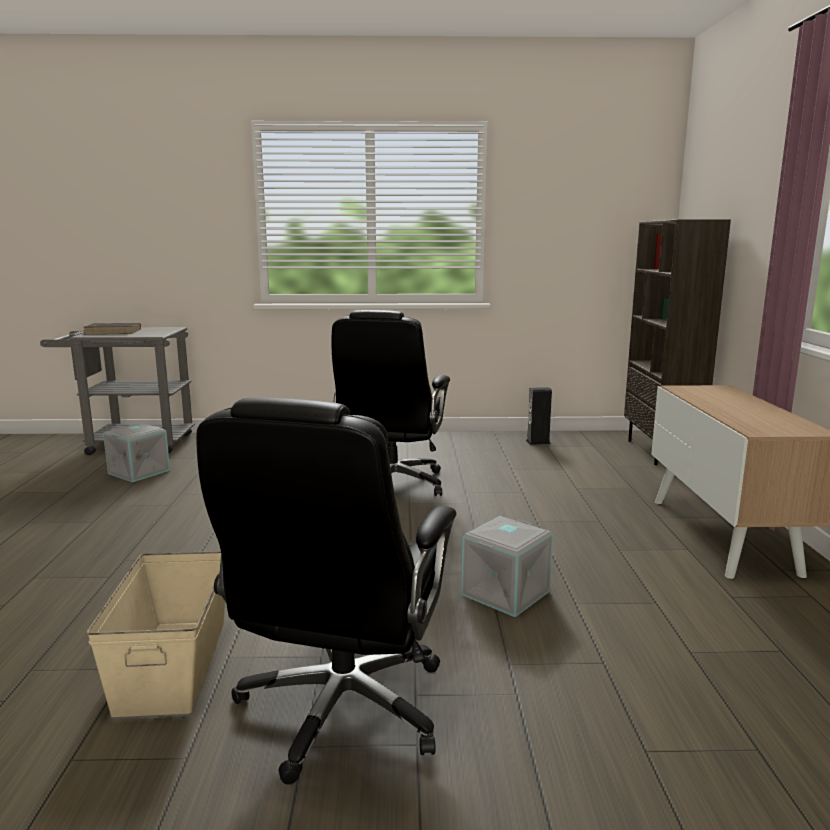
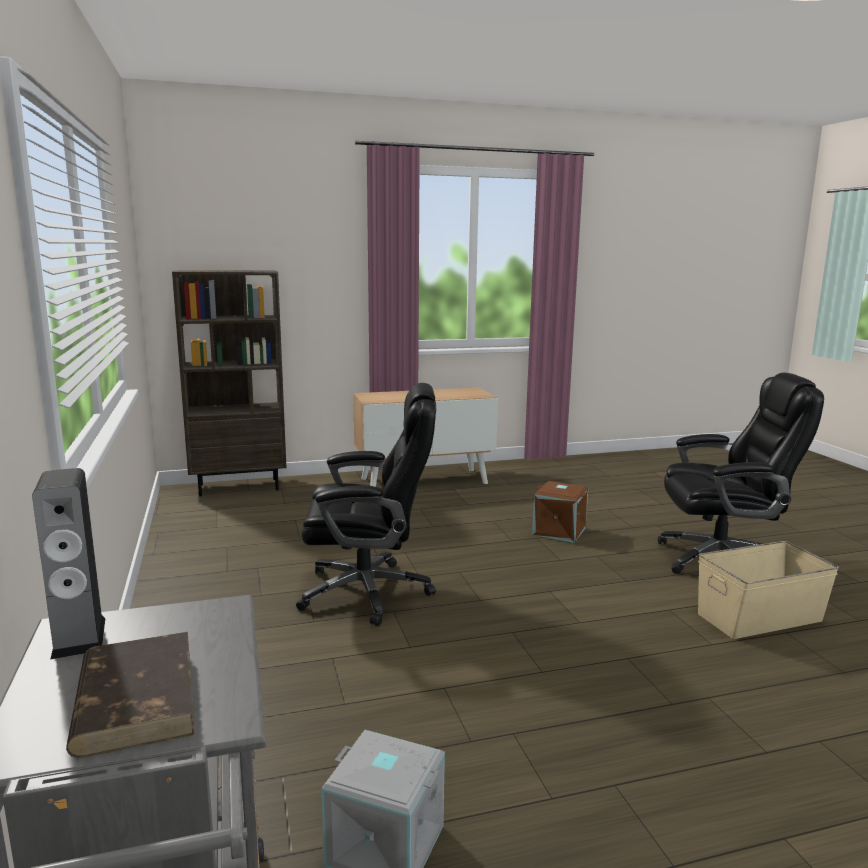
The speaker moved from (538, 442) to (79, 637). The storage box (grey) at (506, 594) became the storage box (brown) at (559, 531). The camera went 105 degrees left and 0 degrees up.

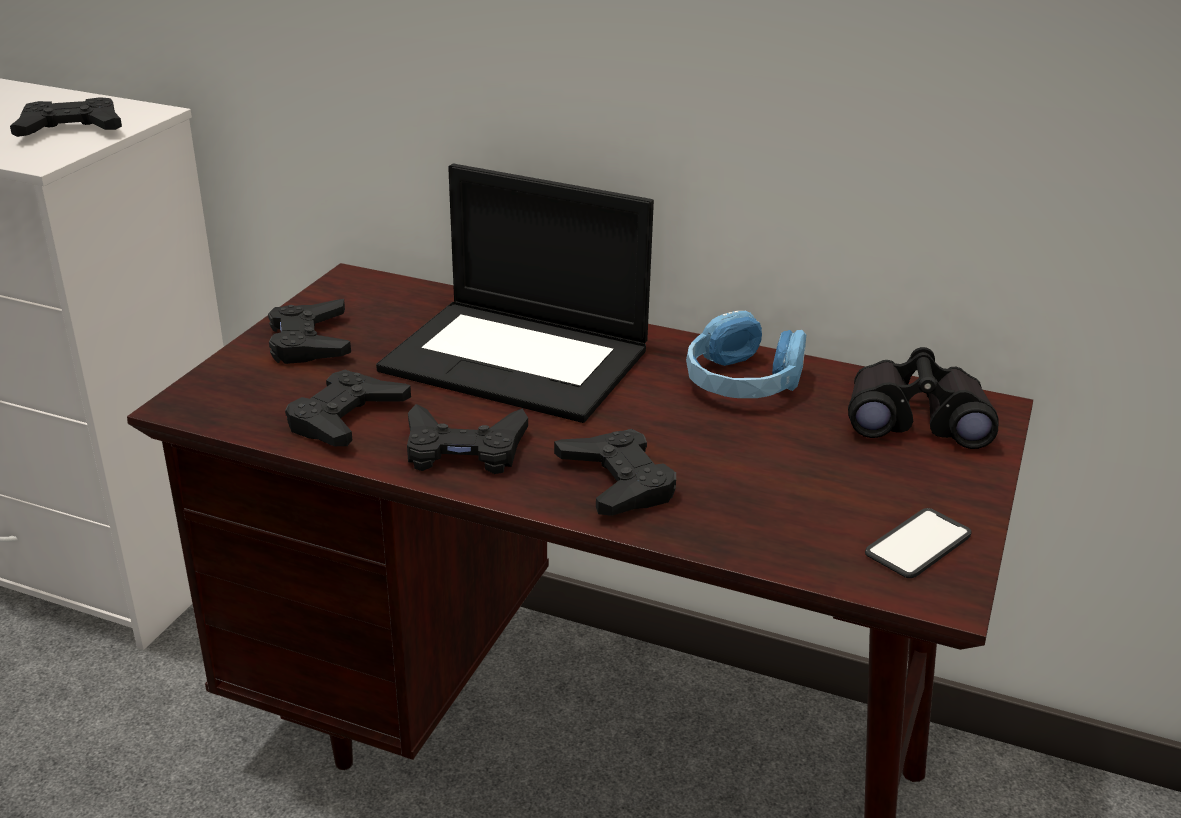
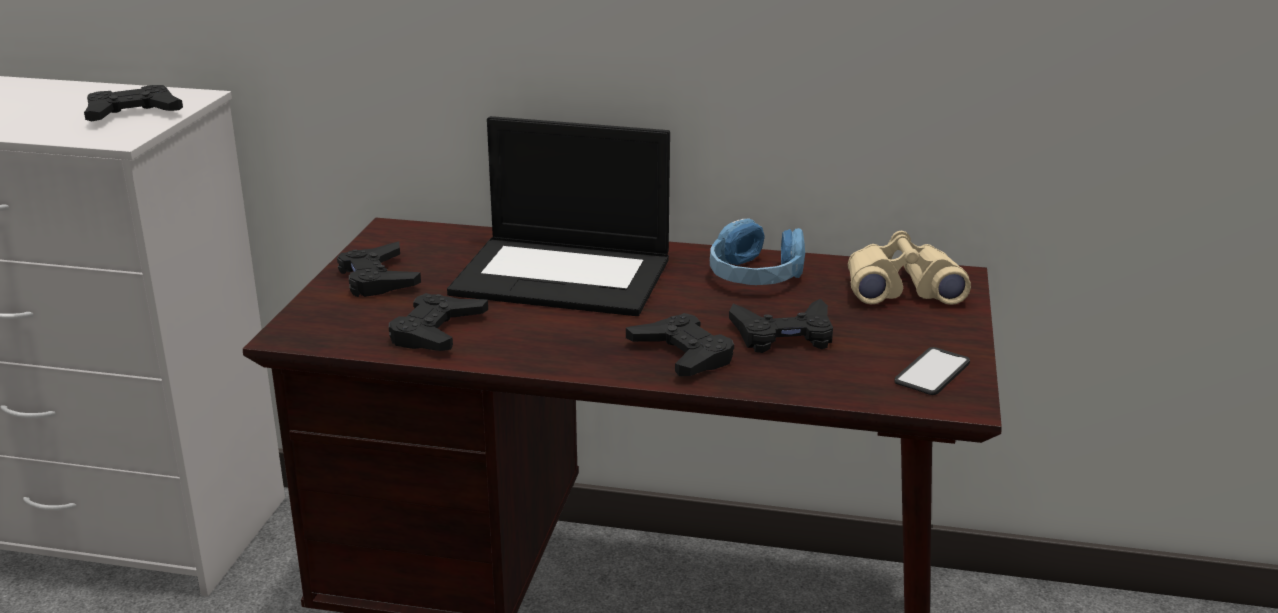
The binoculars (black) at (916, 419) became the binoculars (beige) at (902, 289). The game controller (black) moved from (464, 449) to (784, 335). The camera went 10 degrees left and 5 degrees down.

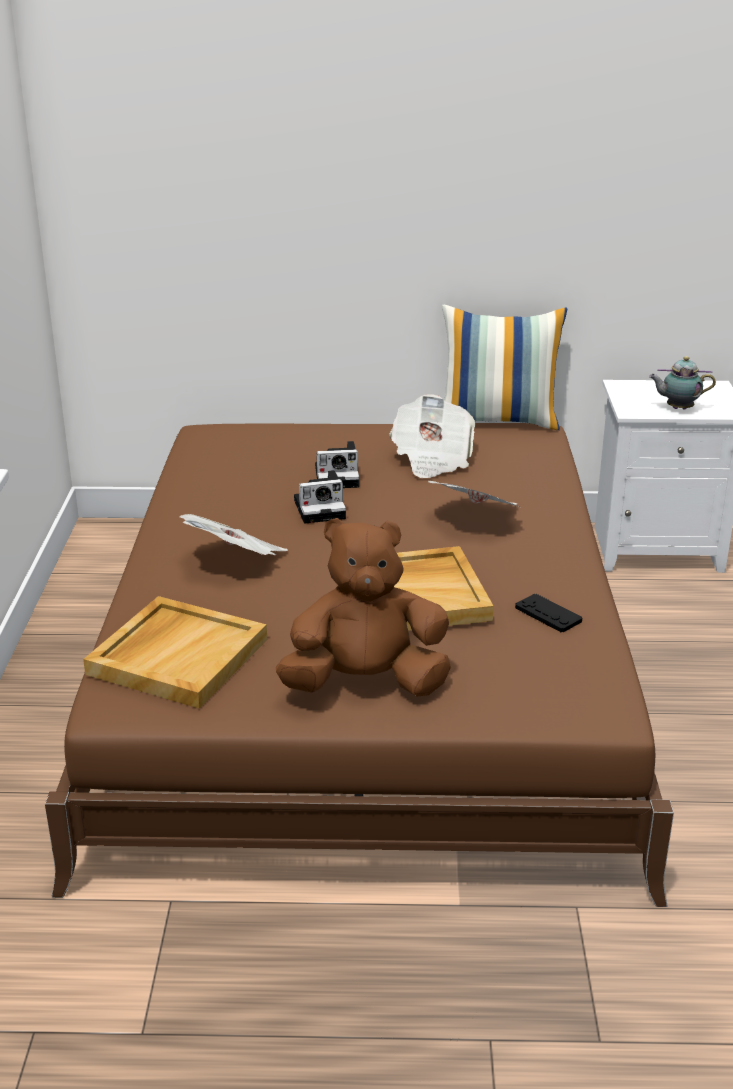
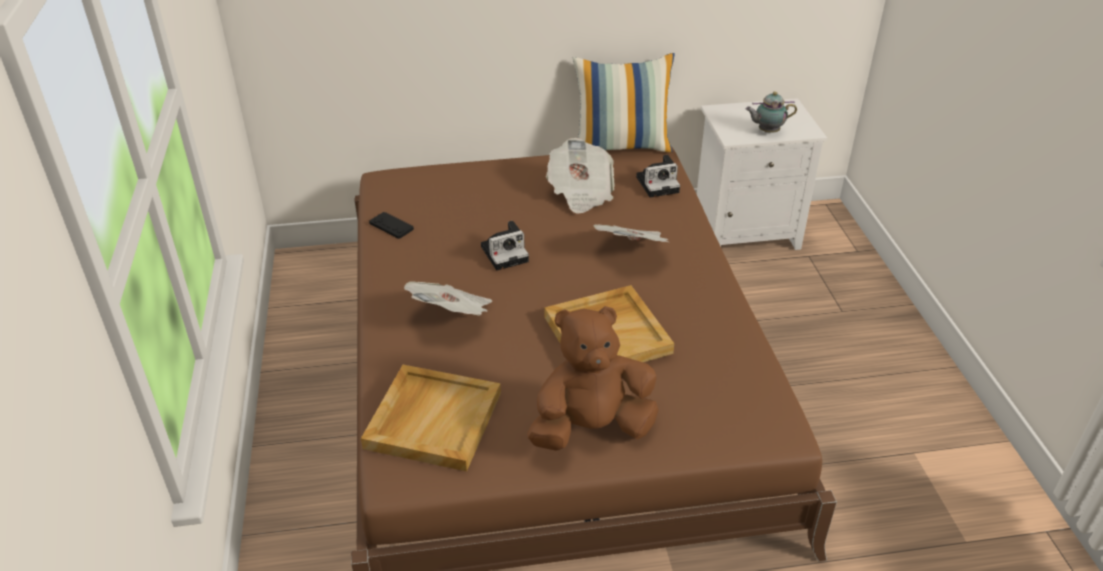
The photo camera moved from (339, 477) to (659, 184). The game controller (black) moved from (548, 614) to (391, 226). The camera went 10 degrees left and 10 degrees up.

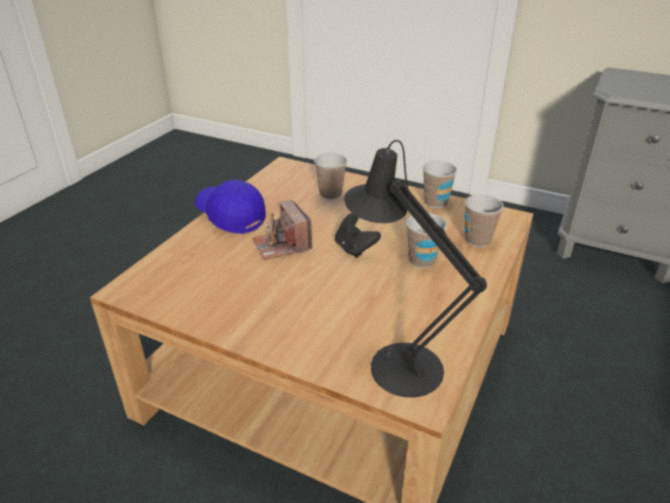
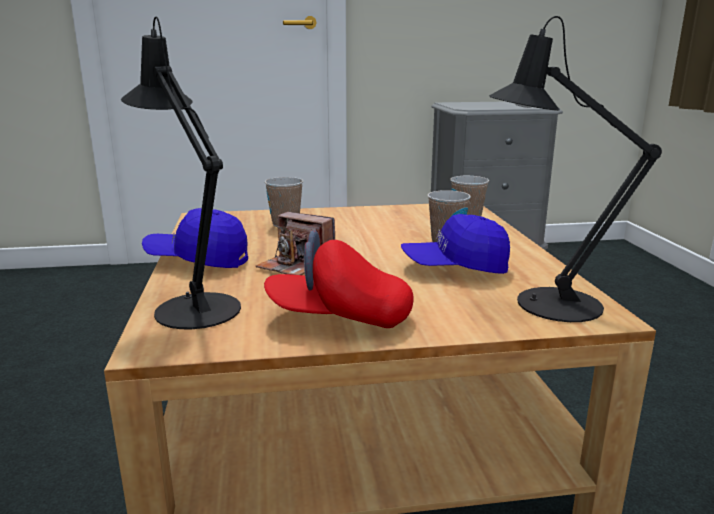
The cup at (435, 202) disappeared. The game controller (black) at (354, 248) disappeared. The table lamp (black) at (193, 306) appeared. The cap (blue) at (455, 268) appeared. The cap (red) at (339, 317) appeared. The camera went 35 degrees left and 15 degrees down.

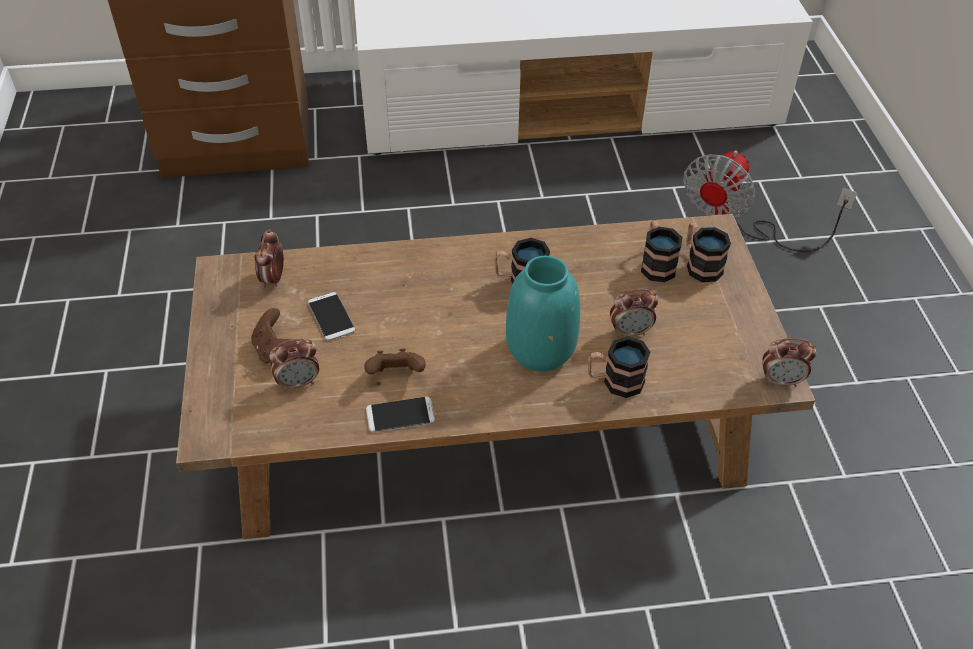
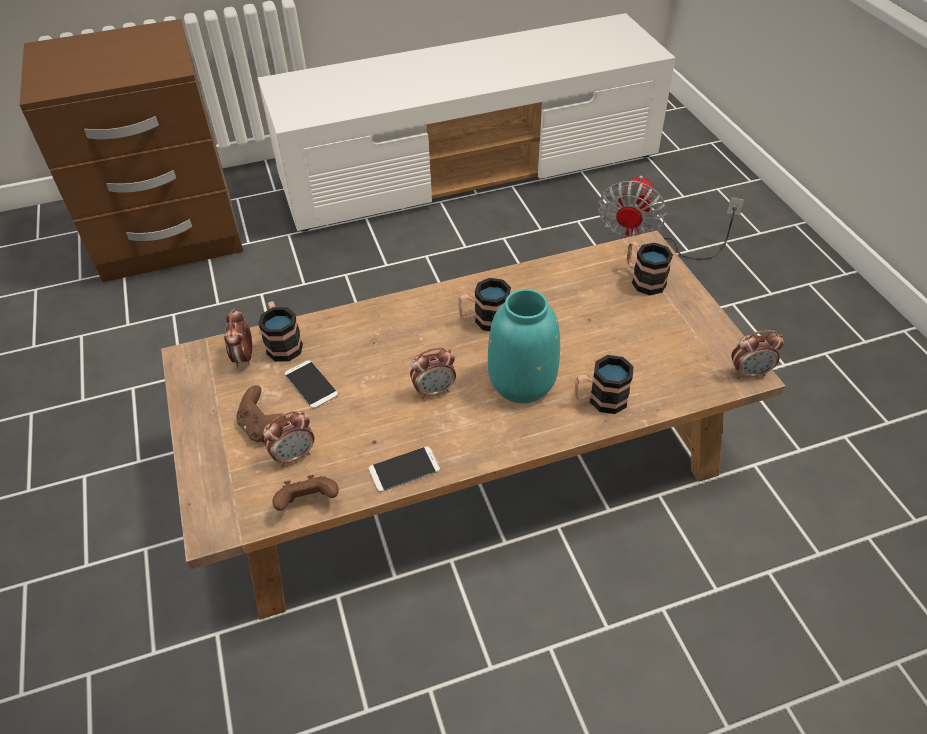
The mug moved from (656, 263) to (282, 343). The alarm clock moved from (630, 332) to (434, 391). The game controller (brown) moved from (396, 375) to (308, 503). The camera went 10 degrees left and 0 degrees up.

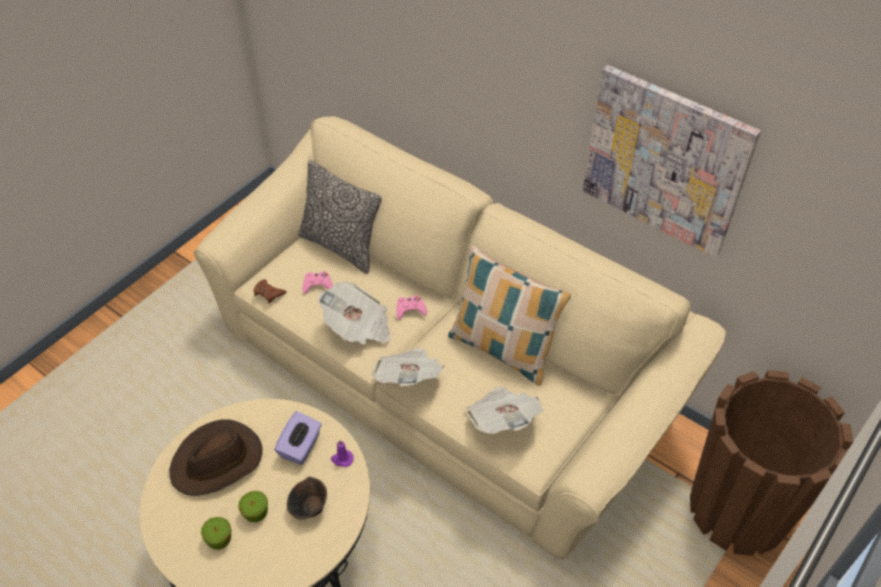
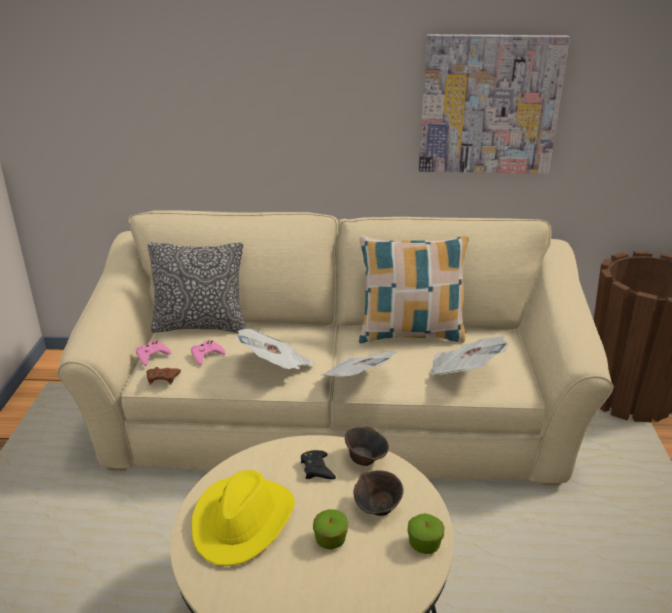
The game controller (pink) moved from (410, 309) to (152, 355). The tissue box (purple) at (301, 447) was replaced by the game controller (black) at (317, 469). The hat (brown) at (217, 461) became the hat (yellow) at (243, 521). The candle (purple) at (342, 459) was replaced by the bowl (brown) at (365, 458). The apple moved from (219, 539) to (424, 545). The camera went 35 degrees left and 20 degrees down.

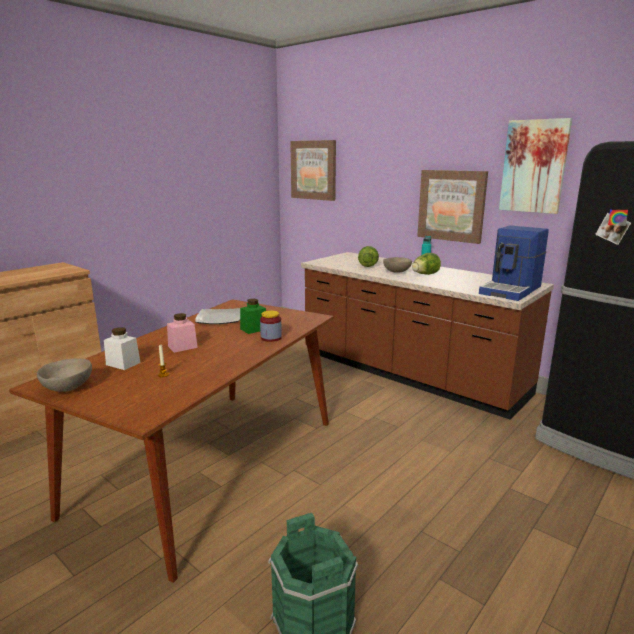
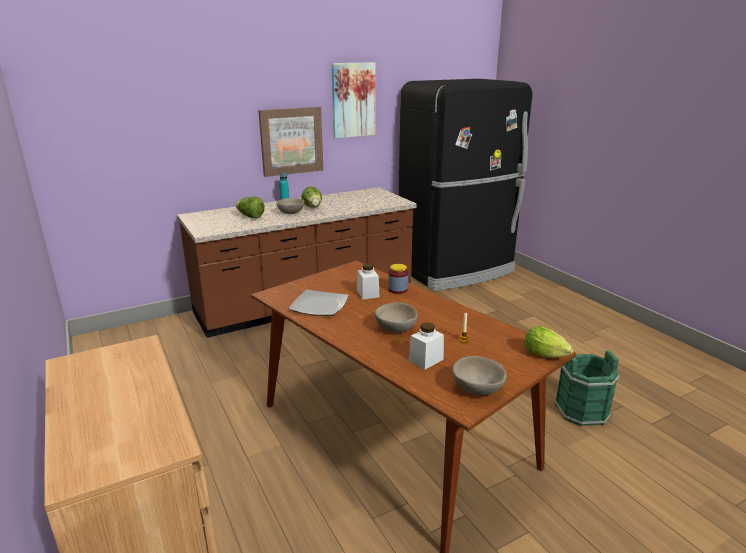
The picture at (313, 170) disappeared. The coffee machine at (511, 290) disappeared. The jar (green) at (254, 329) became the jar (white) at (368, 293). The jar (pink) at (182, 347) was replaced by the bowl (beige) at (395, 328). The lettuce at (547, 356) appeared. The camera went 70 degrees left and 5 degrees up.

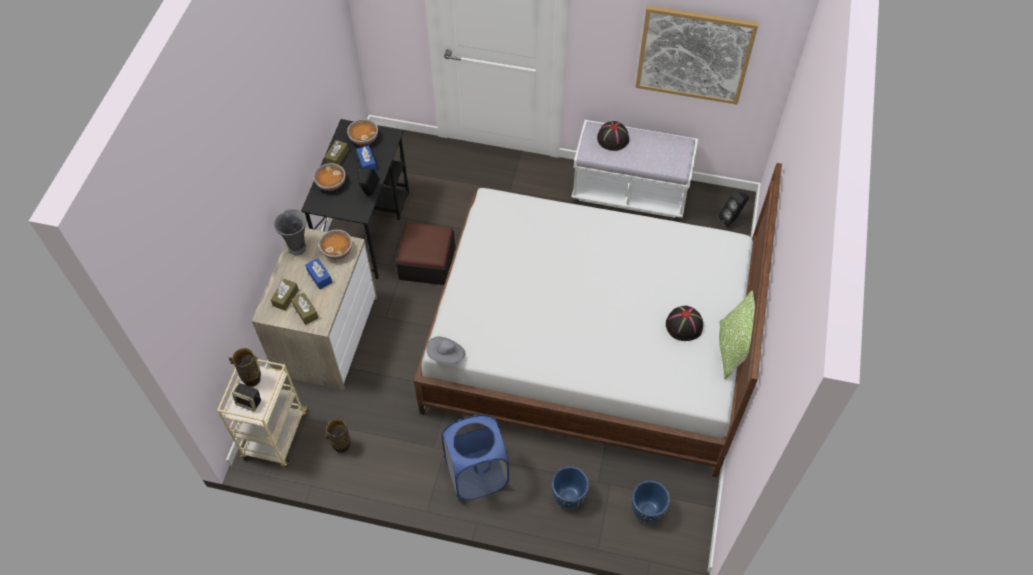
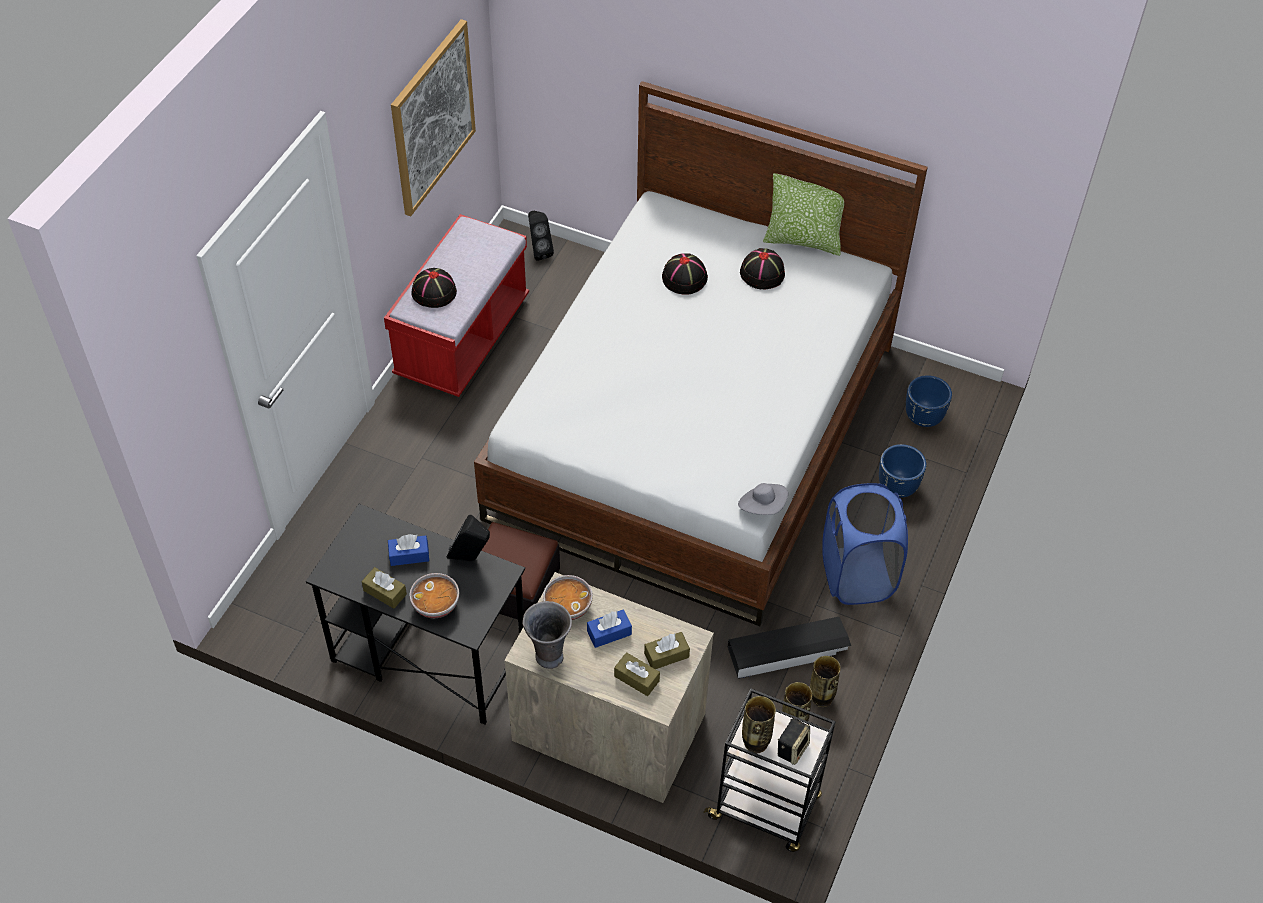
The bowl at (364, 138) disappeared. The bench (white) at (630, 192) became the bench (red) at (462, 339). The cart (beige) at (275, 436) became the cart (black) at (765, 808). The hat (black) at (684, 278) appeared. The storage box (black) at (788, 651) appeared. The vase at (821, 698) appeared. The camera went 80 degrees left and 5 degrees down.

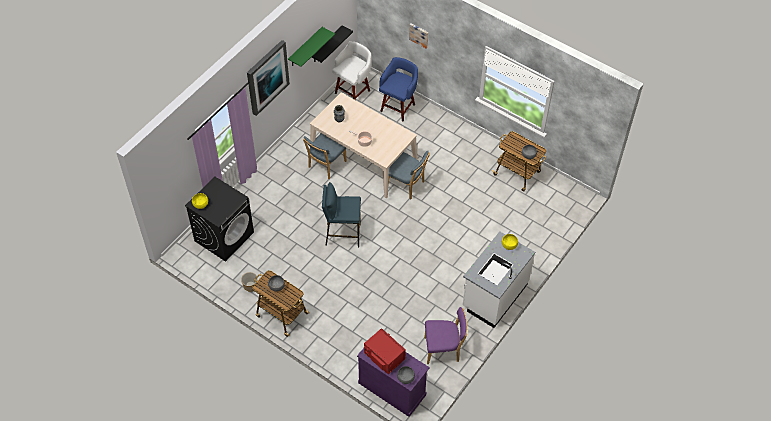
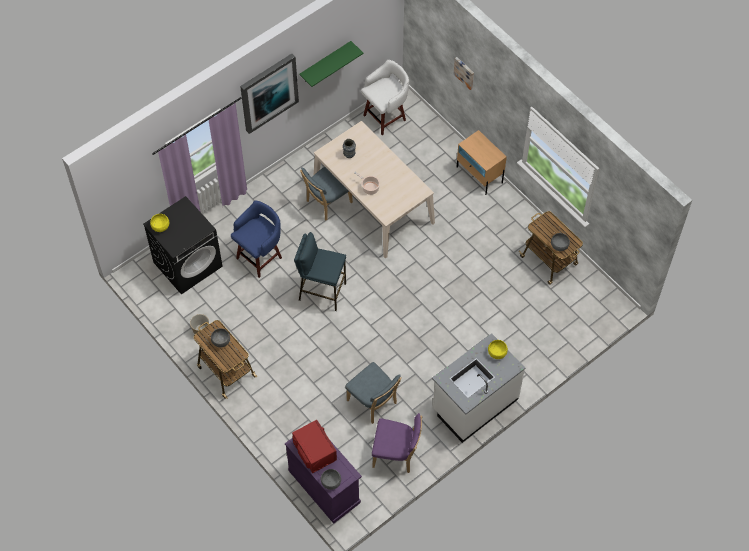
The shelf (black) at (326, 45) disappeared. The stool (blue) moved from (398, 107) to (260, 257). The chair (blue) moved from (407, 185) to (373, 403). The nightstand (beige) at (479, 175) appeared. The camera went 15 degrees right and 5 degrees up.

